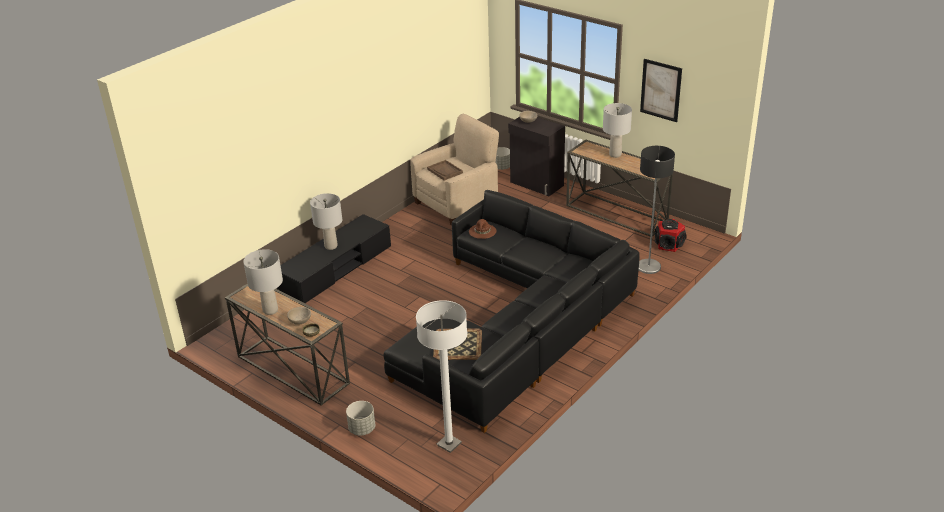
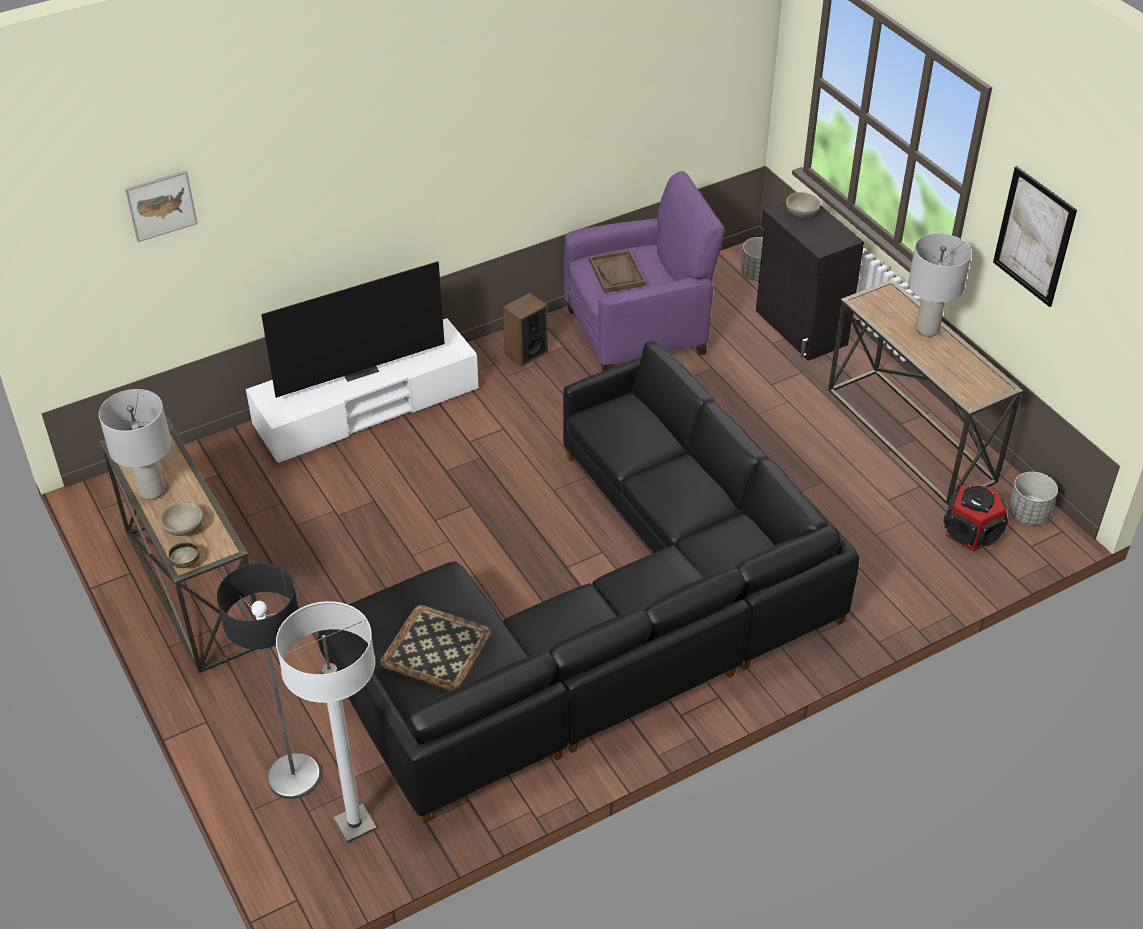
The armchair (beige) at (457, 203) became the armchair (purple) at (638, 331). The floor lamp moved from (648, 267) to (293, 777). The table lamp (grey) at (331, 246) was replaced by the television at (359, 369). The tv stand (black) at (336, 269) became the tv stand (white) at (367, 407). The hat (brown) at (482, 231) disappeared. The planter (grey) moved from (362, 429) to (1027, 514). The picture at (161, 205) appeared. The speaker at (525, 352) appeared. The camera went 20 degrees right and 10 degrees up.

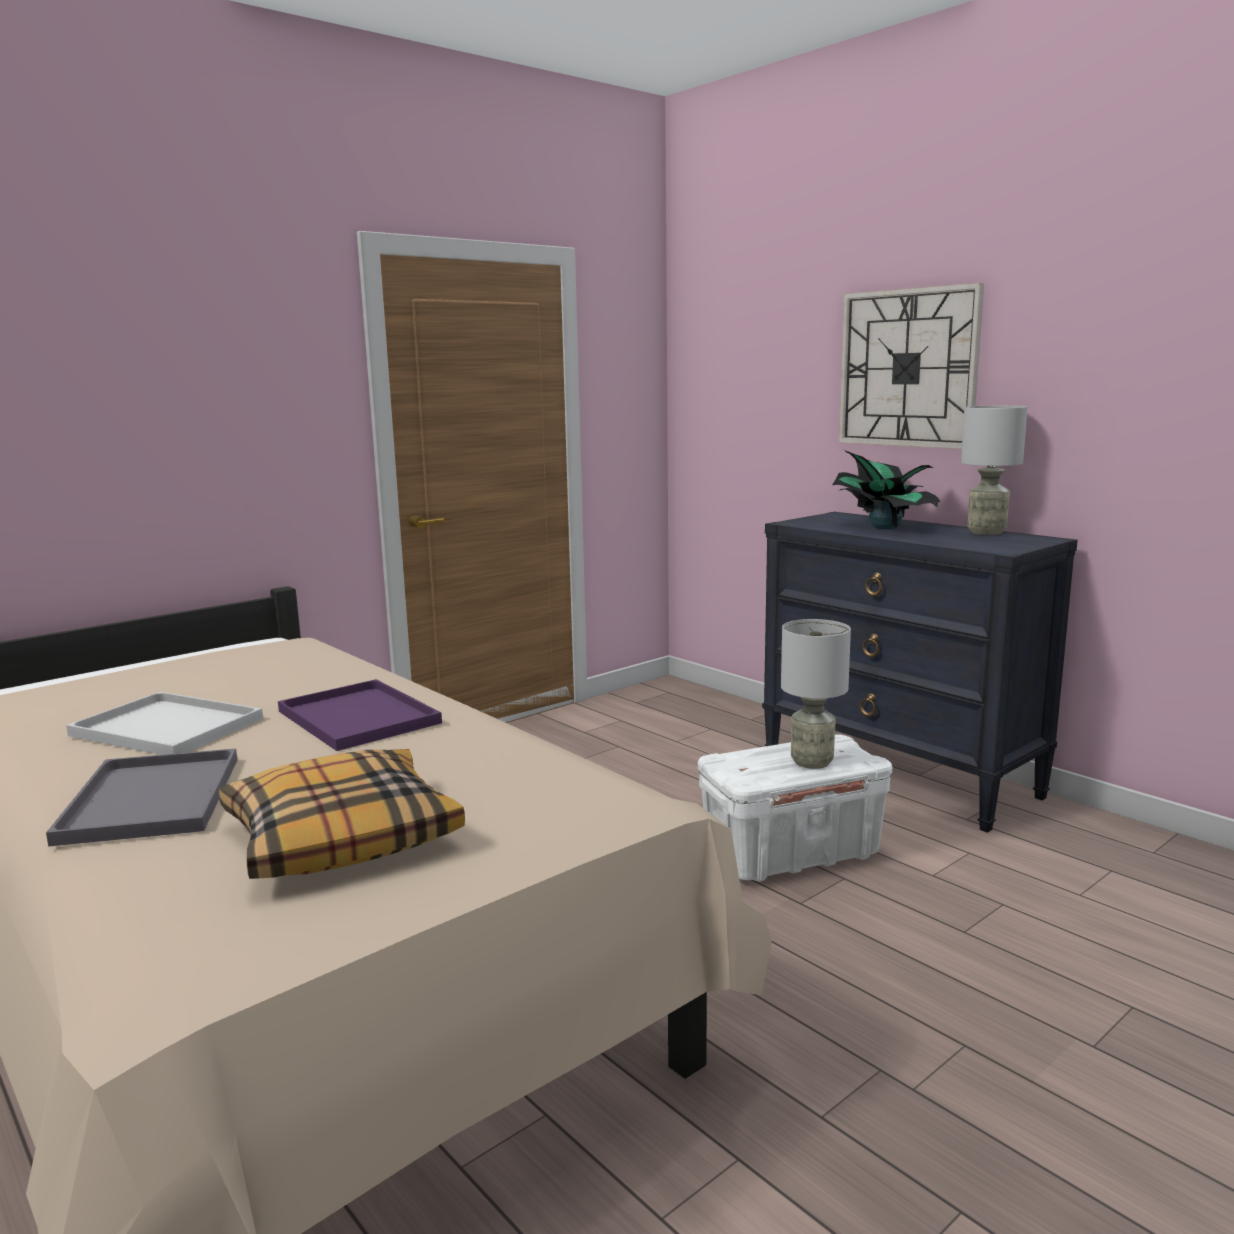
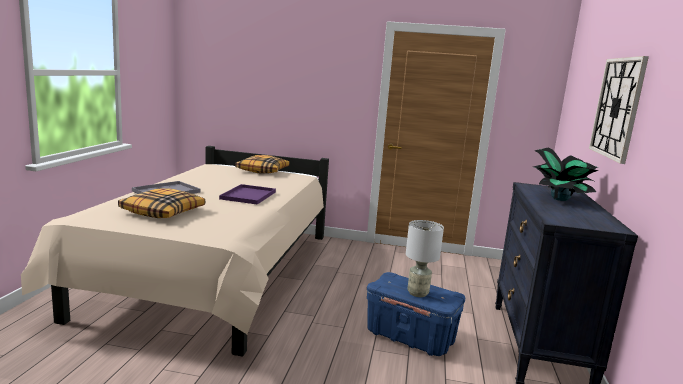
The table lamp (grey) at (986, 532) disappeared. The tray (white) at (171, 727) disappeared. The storage box (white) at (792, 853) became the storage box (blue) at (411, 337). The pillow at (263, 170) appeared. The camera went 50 degrees right and 0 degrees up.

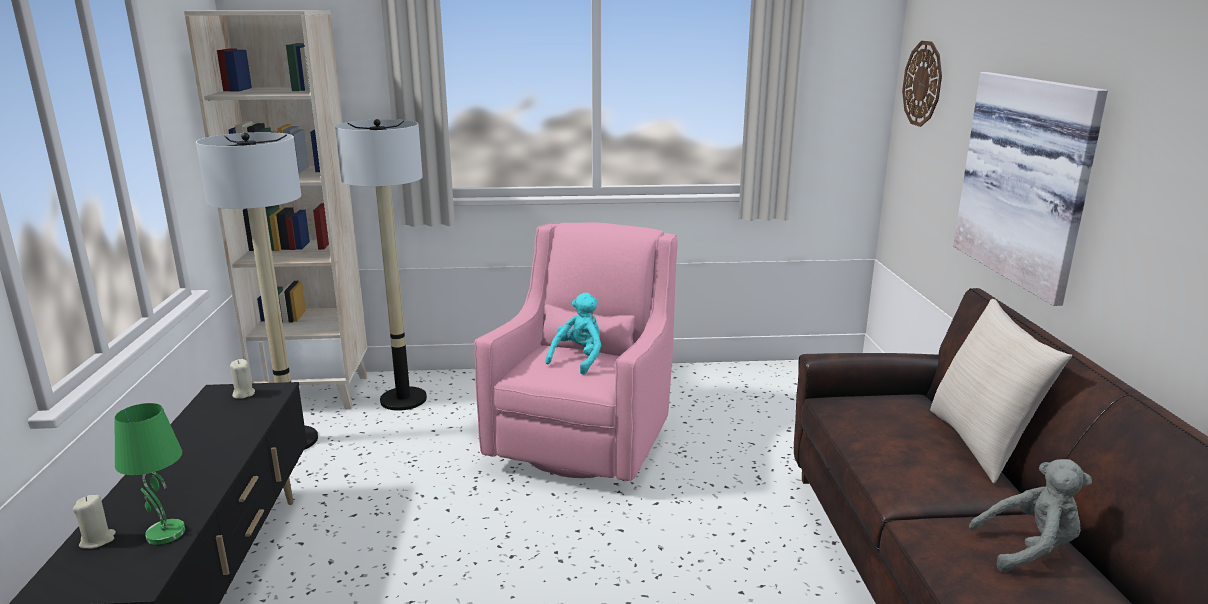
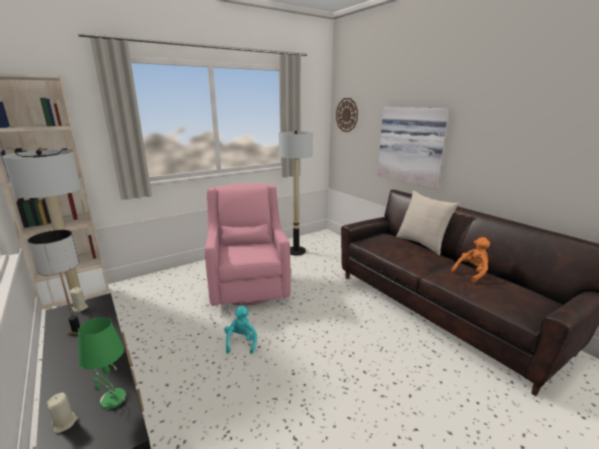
The floor lamp moved from (403, 399) to (296, 251). The plush toy (turquoise) moved from (579, 359) to (241, 342). The plush toy (grey) at (1029, 549) became the plush toy (orange) at (472, 273). The table lamp at (76, 331) appeared. The camera went 30 degrees left and 0 degrees up.

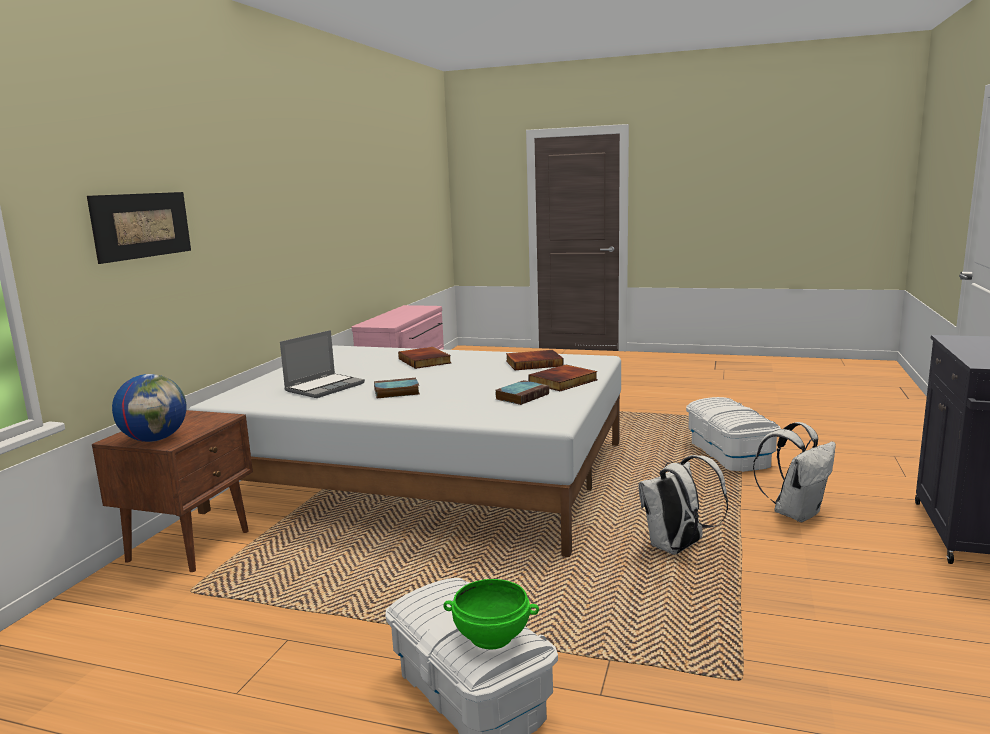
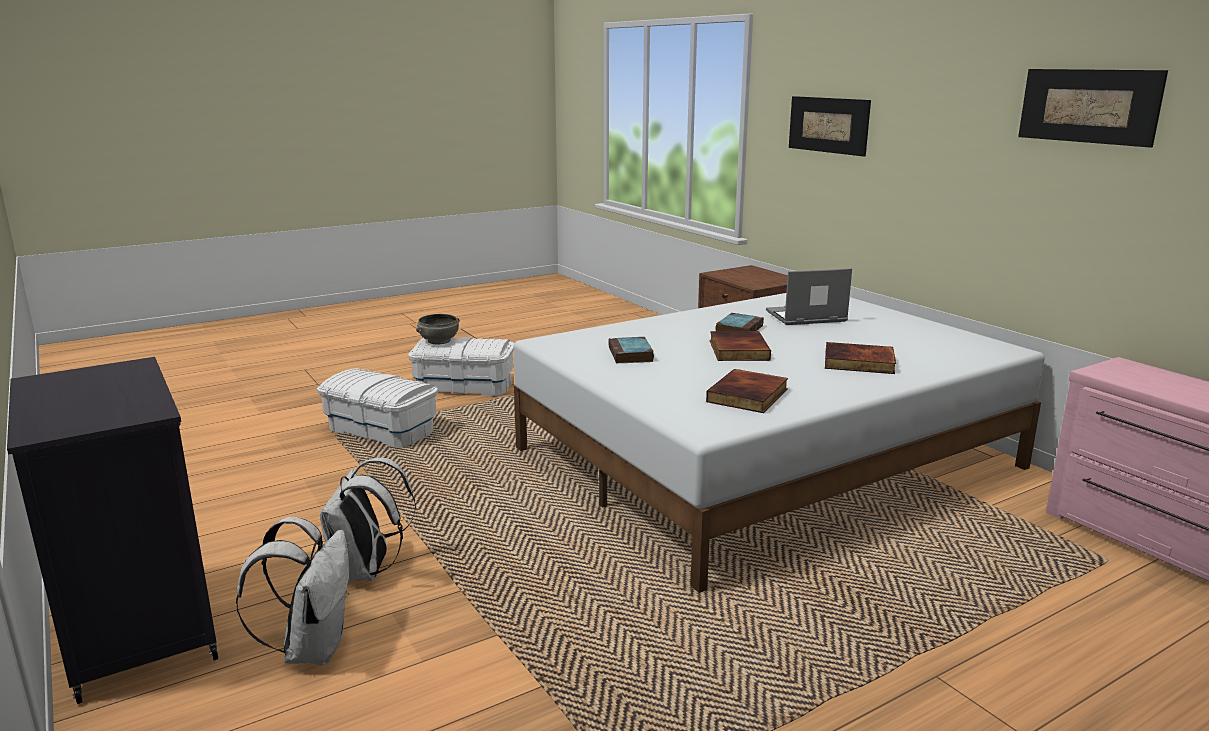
The laptop at (325, 387) turned 90 degrees clockwise. The book moved from (563, 382) to (737, 350). The globe at (155, 439) disappeared. The storage box (white) moved from (729, 454) to (380, 430). The backpack (white) moved from (677, 548) to (312, 648). The bowl (green) at (491, 637) became the bowl (grey) at (439, 341). The picture at (1088, 106) appeared. The camera went 130 degrees right and 5 degrees up.

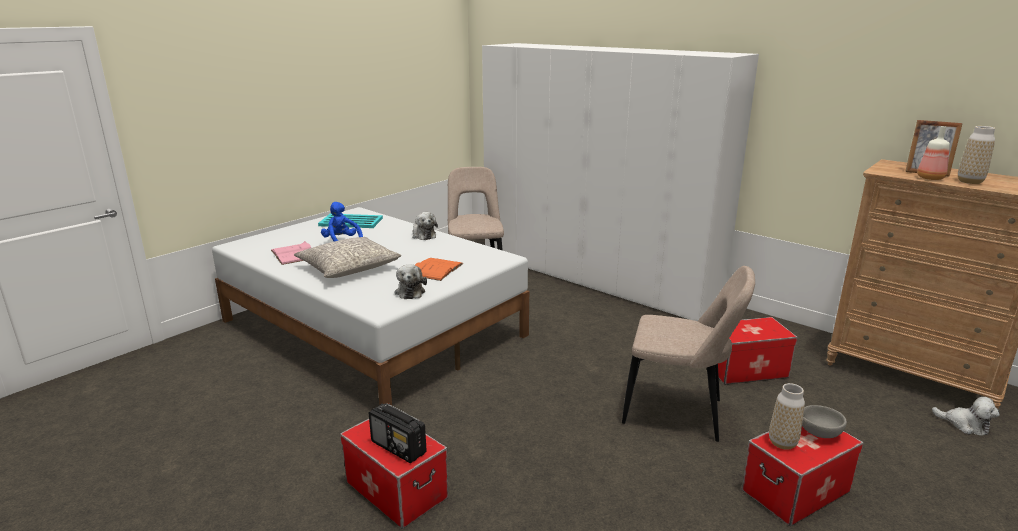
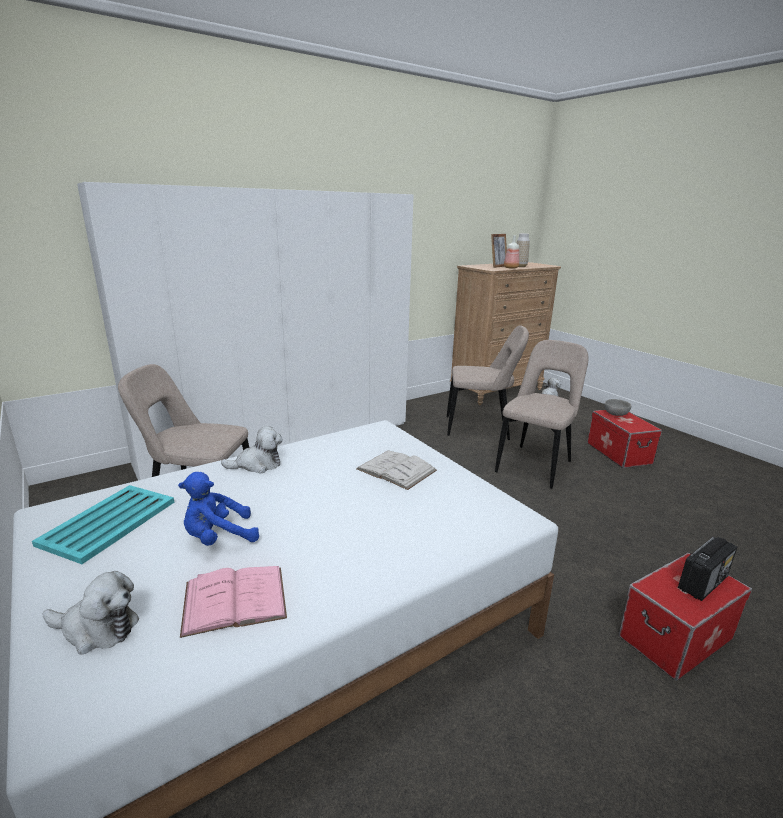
The pillow (grey) at (349, 268) disappeared. The book (orange) at (435, 269) became the book (white) at (396, 469). The plush toy moved from (410, 291) to (97, 629). The storage box at (745, 370) was replaced by the chair (beige) at (480, 428). The vase at (782, 443) disappeared. The camera went 75 degrees left and 0 degrees up.

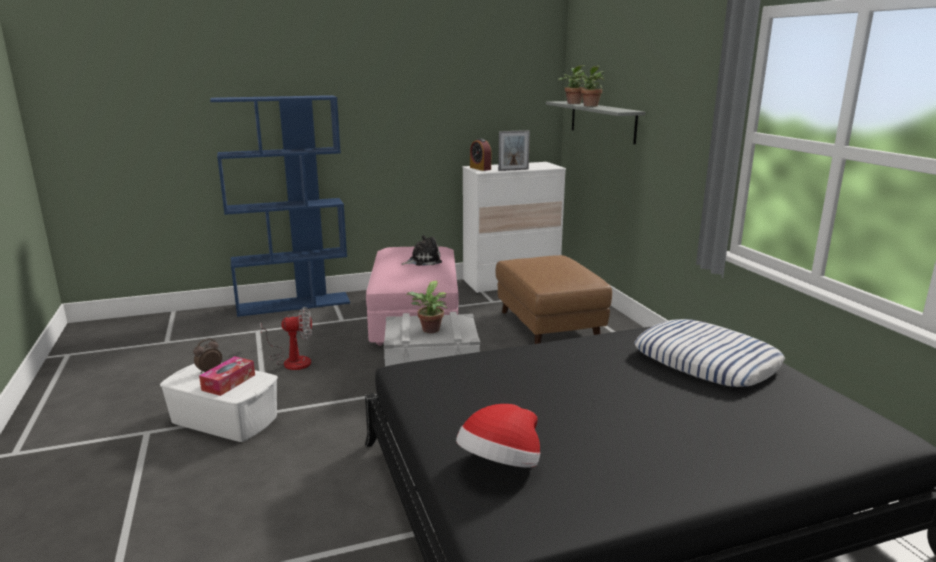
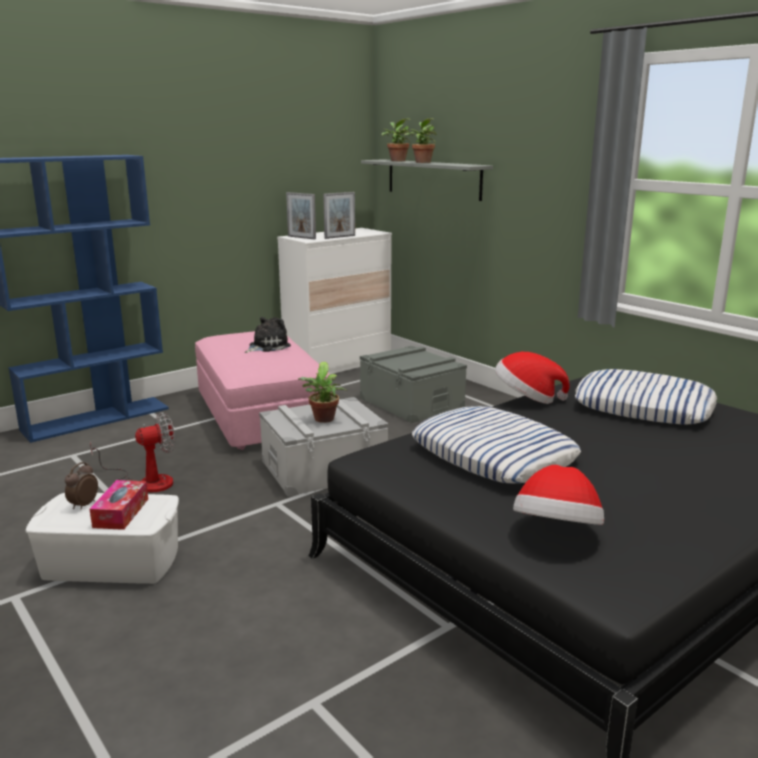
The alarm clock at (480, 168) was replaced by the picture frame at (301, 237). The ottoman (brown) at (549, 324) was replaced by the storage box (grey) at (411, 402). The hat at (527, 399) appeared. The pillow at (493, 455) appeared. The camera went 20 degrees left and 0 degrees up.

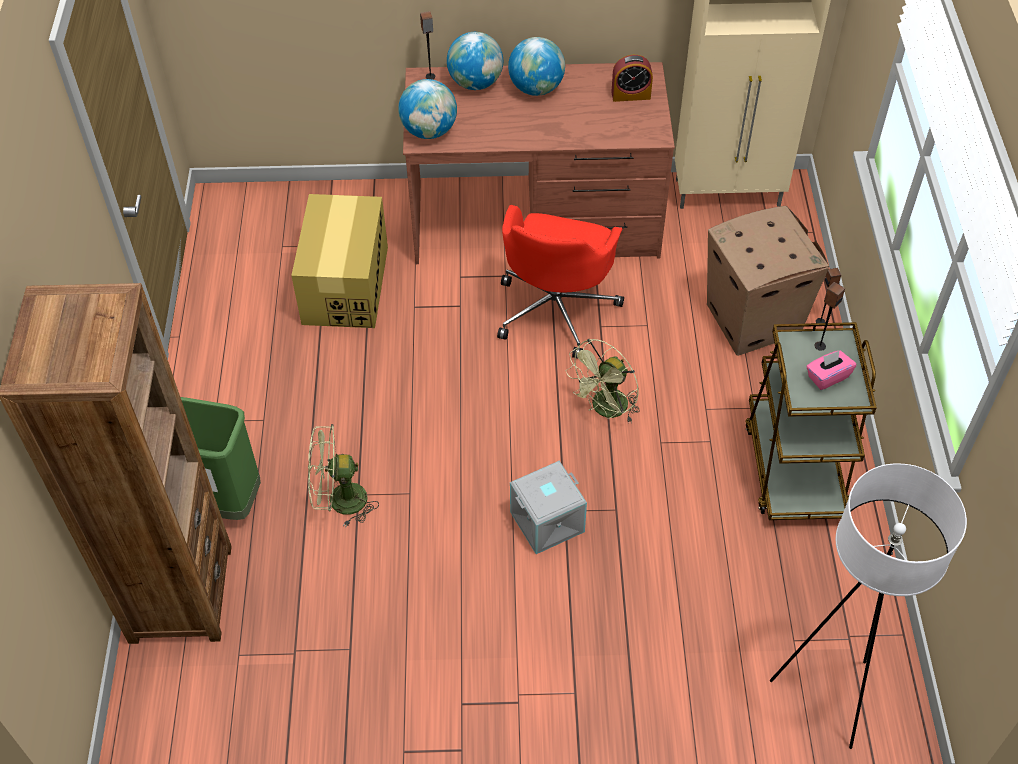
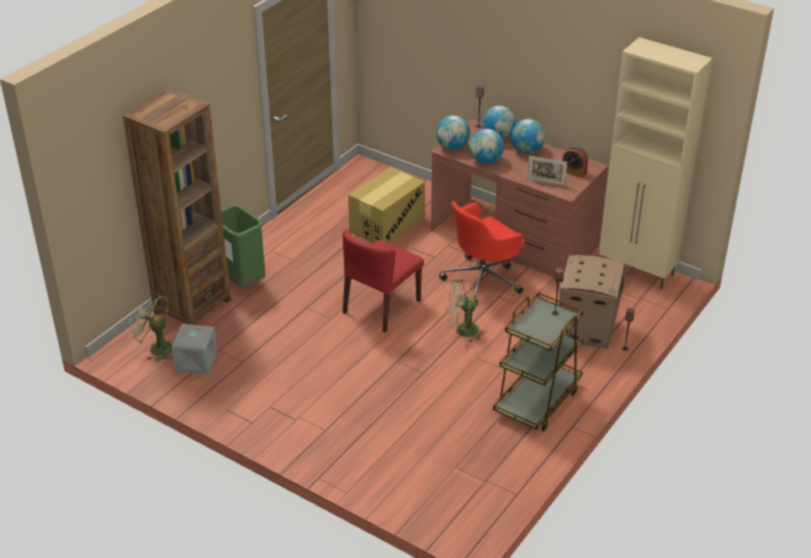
The tissue box (pink) at (827, 377) disappeared. The fan (green) moved from (339, 501) to (156, 348). The storage box (grey) moved from (547, 523) to (196, 362). The floor lamp (white) at (827, 695) disappeared. The globe at (485, 161) appeared. The picture frame at (546, 182) appeared. The chair (red) at (381, 307) appeared. The camera went 35 degrees right and 15 degrees down.

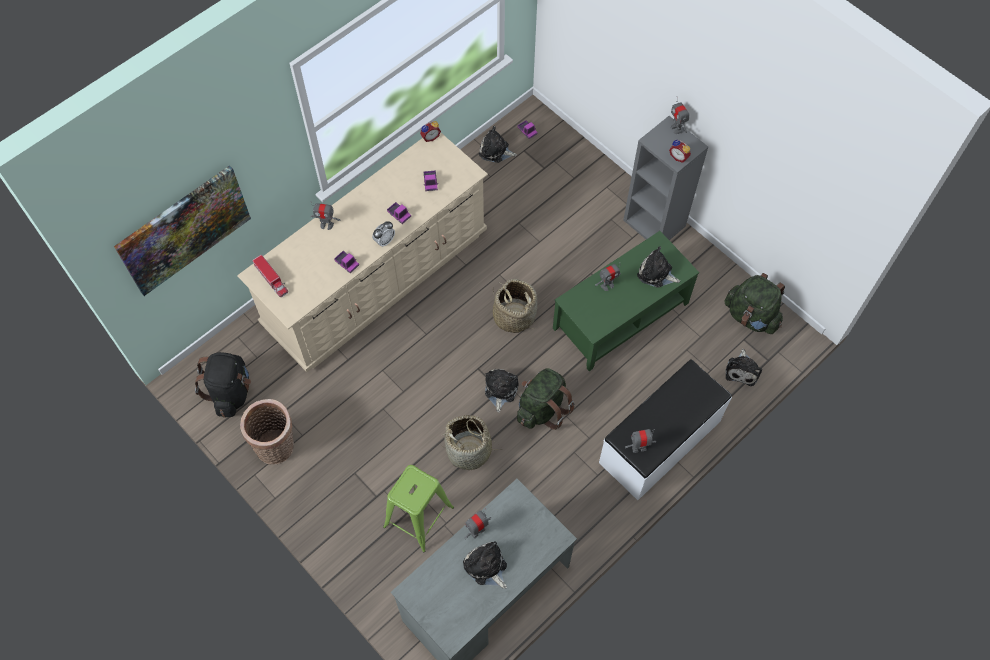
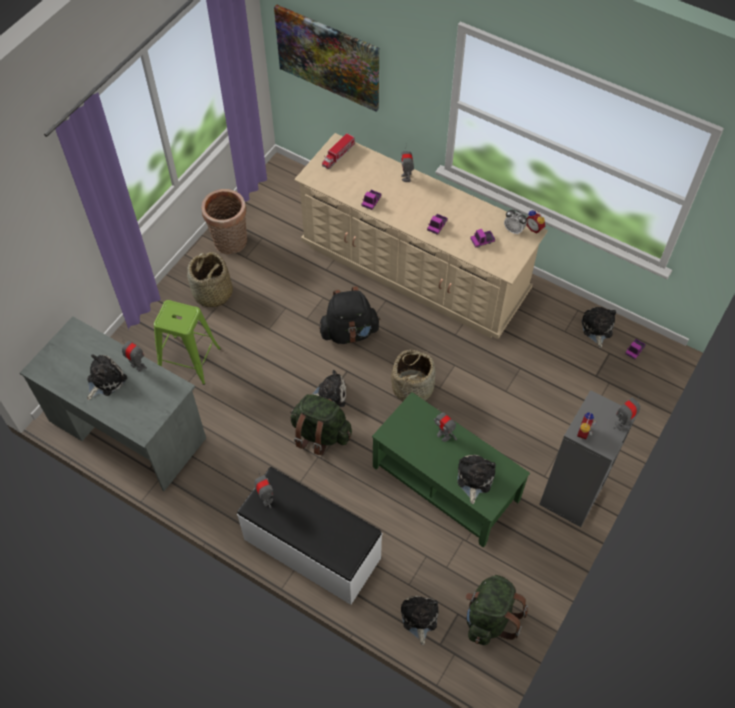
The alarm clock moved from (384, 241) to (514, 230). The plush toy at (742, 370) turned 90 degrees clockwise. The backpack (black) moved from (231, 392) to (349, 332). The basket moved from (469, 451) to (212, 293). The camera went 75 degrees right and 5 degrees down.

